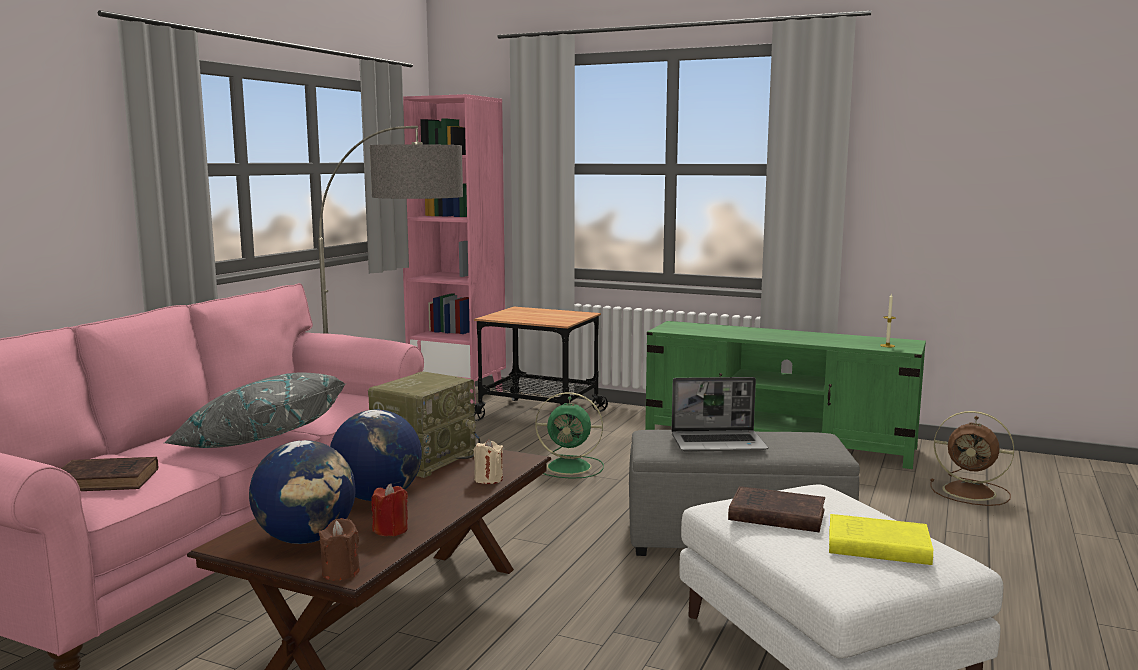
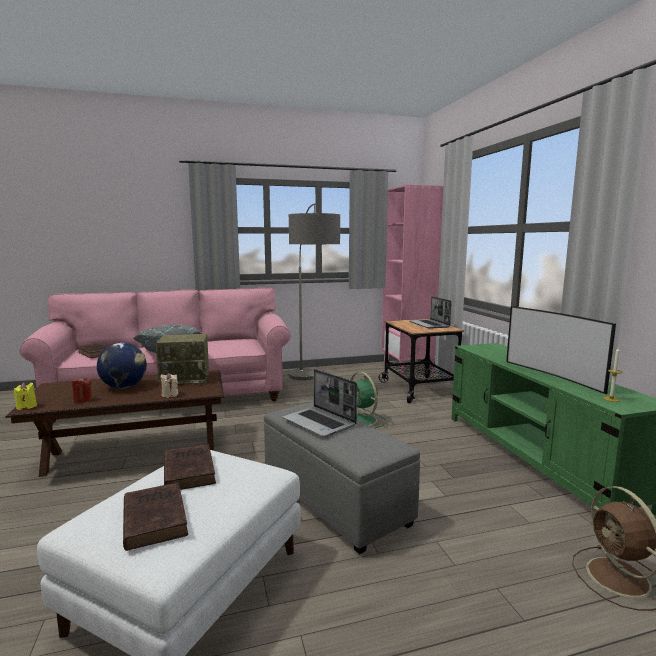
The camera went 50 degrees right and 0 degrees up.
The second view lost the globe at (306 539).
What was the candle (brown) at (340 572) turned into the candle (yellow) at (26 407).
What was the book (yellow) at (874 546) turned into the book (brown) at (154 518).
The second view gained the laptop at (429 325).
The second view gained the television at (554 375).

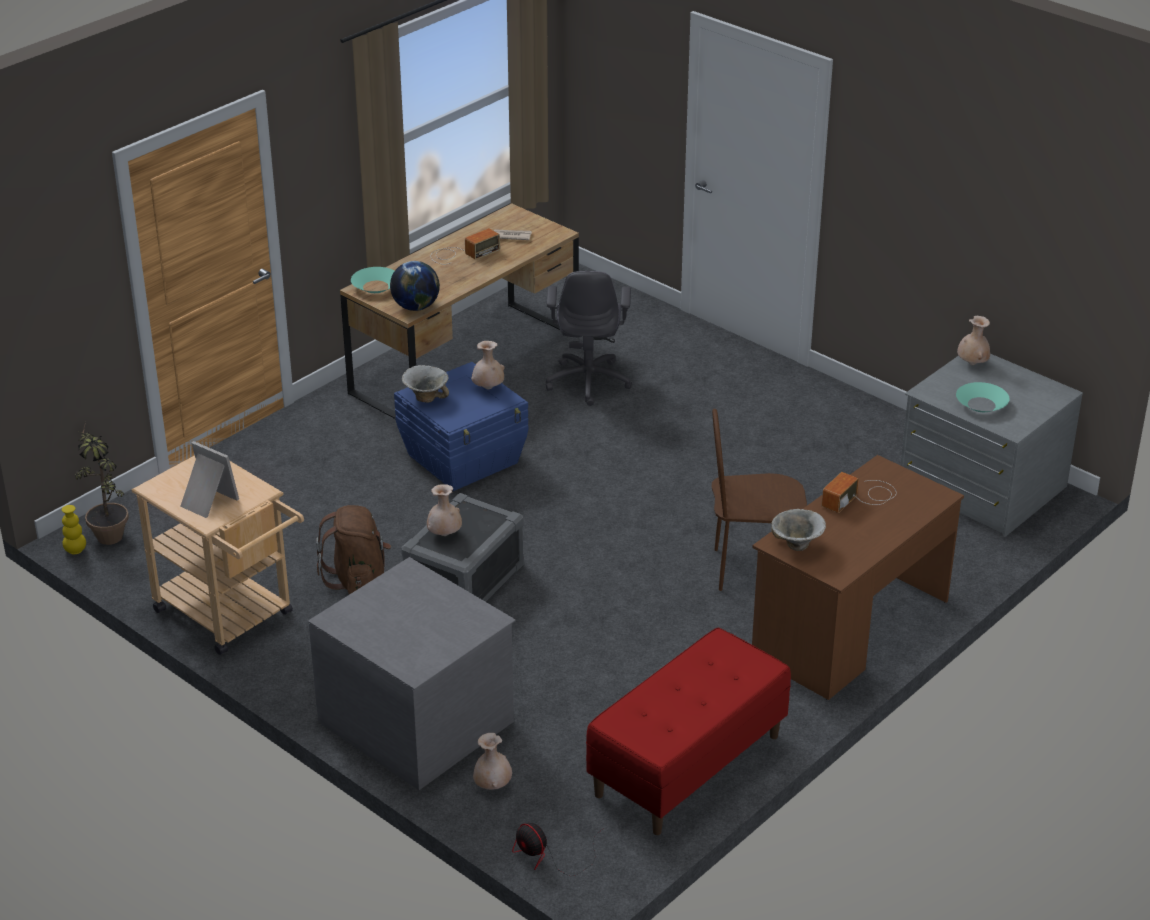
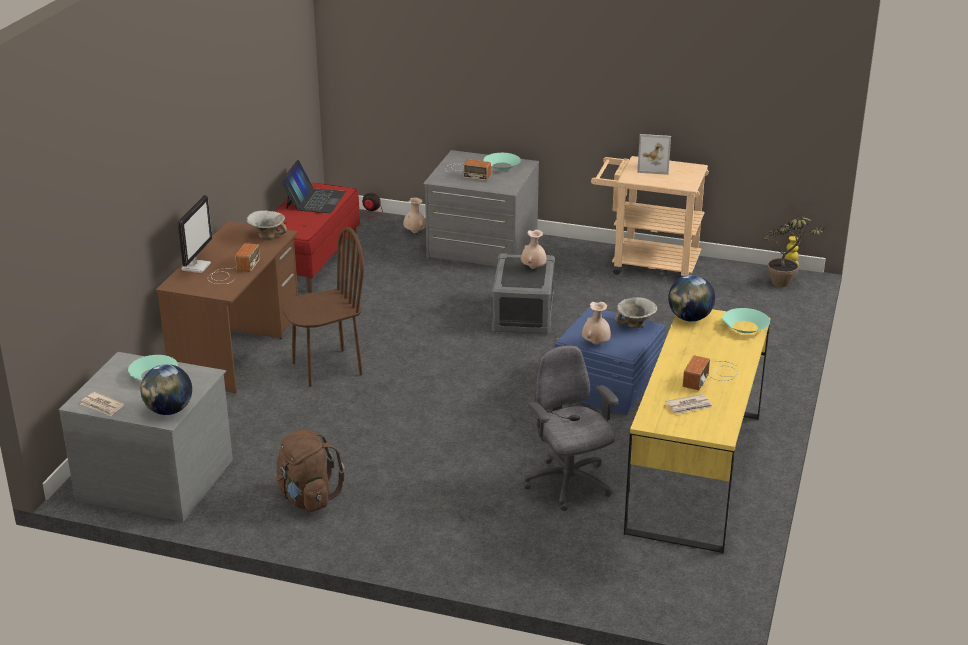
The camera went 155 degrees right and 5 degrees down.
The backpack (brown) ended up elsewhere, having gone from (358 580) to (307 498).
What was the desk (brown) at (466 363) turned into the desk (yellow) at (695 471).
Where the vase (beige) stood at (972 364), the globe came to stand at (169 411).
The second view gained the newspaper at (102 406).
The second view gained the monitor at (196 266).
The second view gained the laptop at (314 200).
The second view gained the radio at (467 172).
The second view gained the bowl (turquoise) at (501 166).

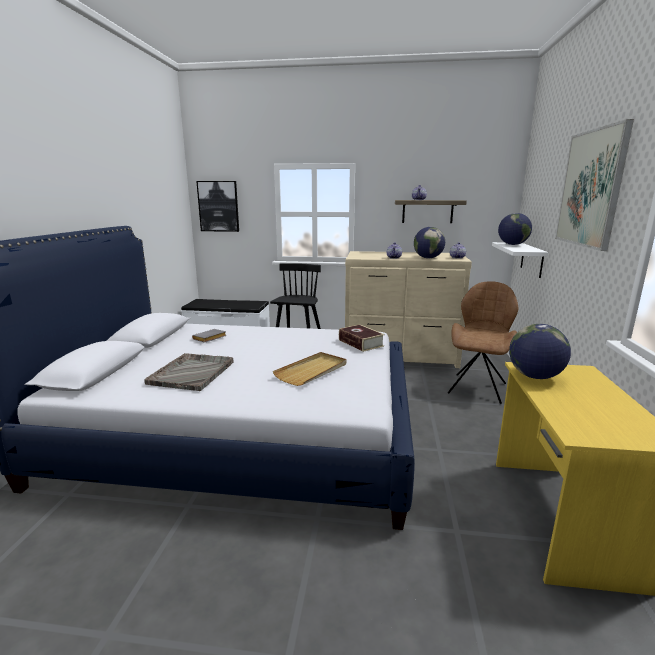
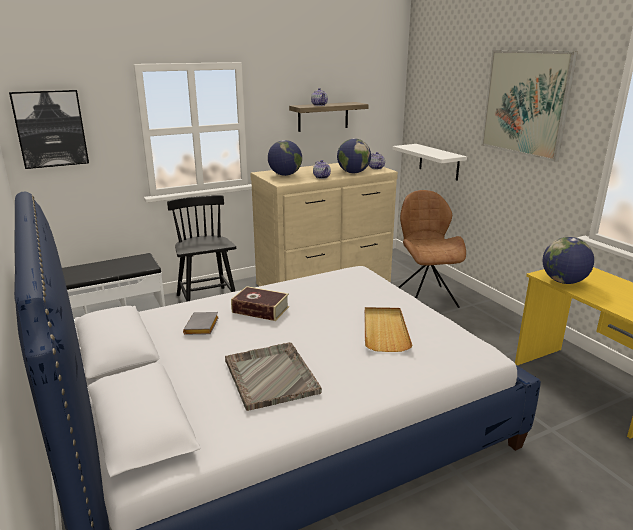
The camera went 35 degrees left and 5 degrees up.
The book ended up elsewhere, having gone from (360 343) to (260 310).
The globe ended up elsewhere, having gone from (512 244) to (285 175).

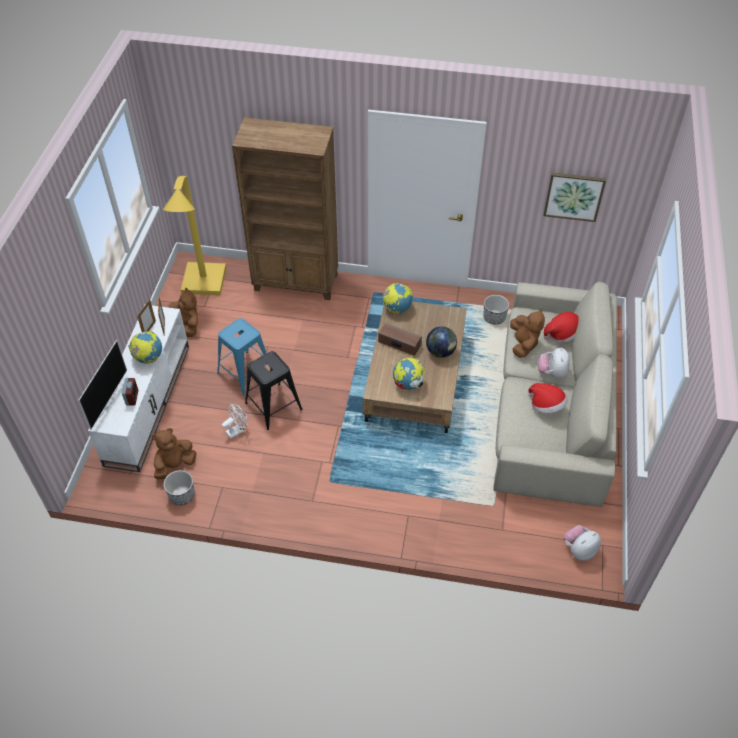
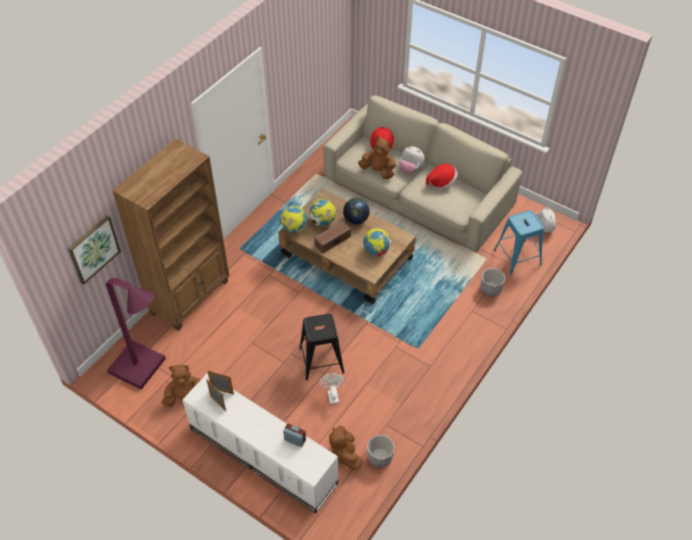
The camera went 65 degrees left and 0 degrees up.
The second view lost the television at (107 402).
The globe ended up elsewhere, having gone from (148 358) to (322 221).
What was the floor lamp (yellow) at (202 286) turned into the floor lamp (purple) at (143 369).
The stool (blue) ended up elsewhere, having gone from (245 372) to (517 257).
The planter ended up elsewhere, having gone from (494 318) to (491 289).
The picture ended up elsewhere, having gone from (574 196) to (93 249).

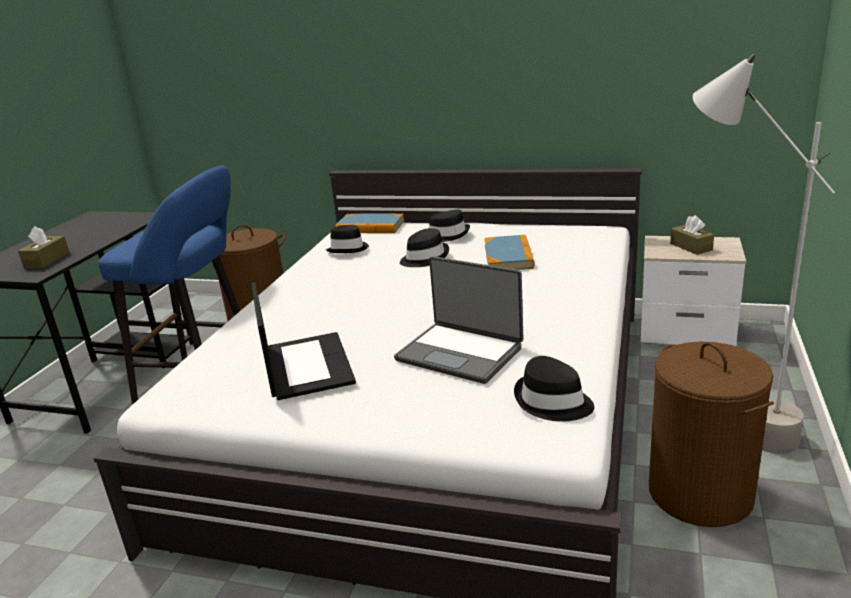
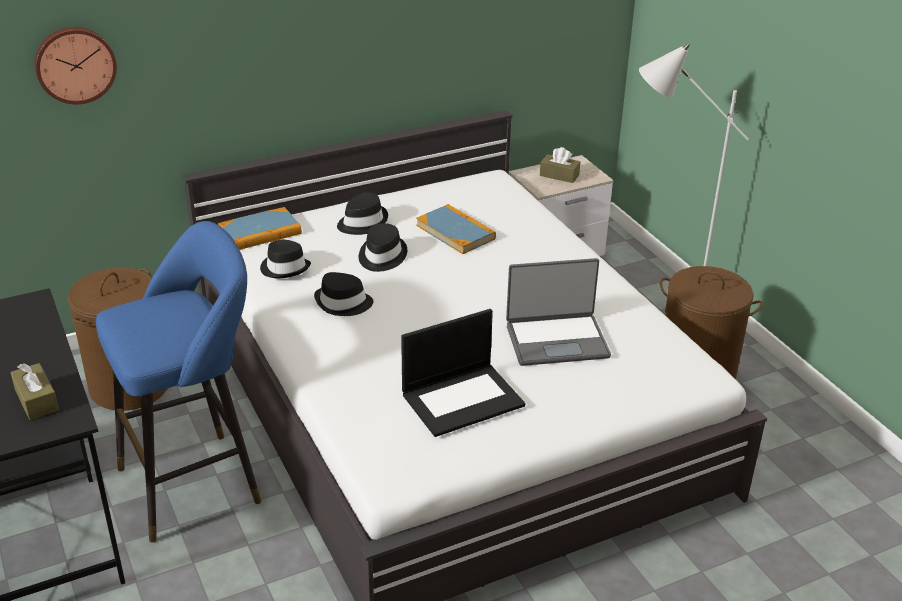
The camera went 45 degrees left and 10 degrees up.
The laptop at (306 365) ended up facing another way, 120 degrees clockwise from before.
The hat (black) ended up elsewhere, having gone from (552 402) to (343 303).
The second view gained the wall clock at (75 64).

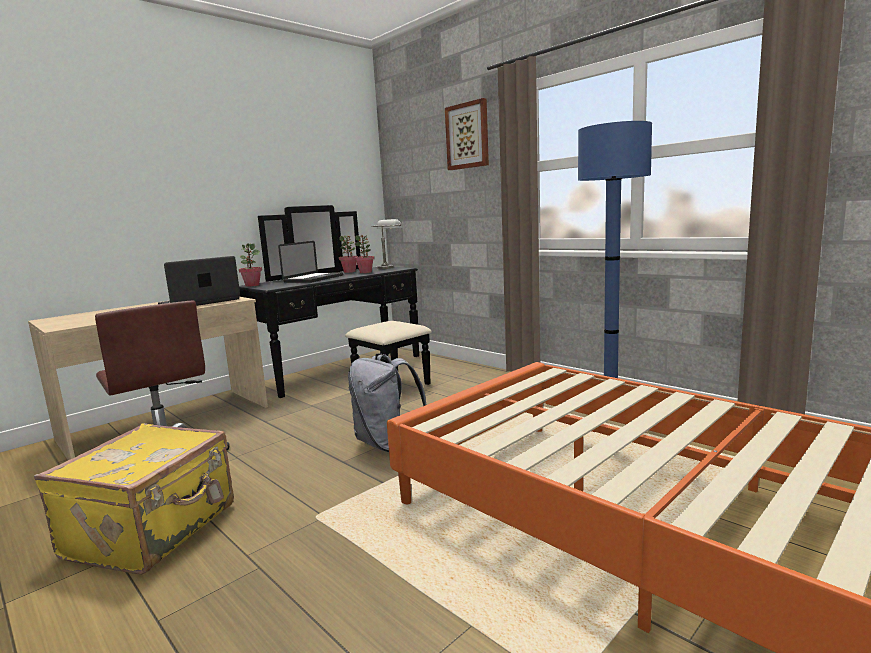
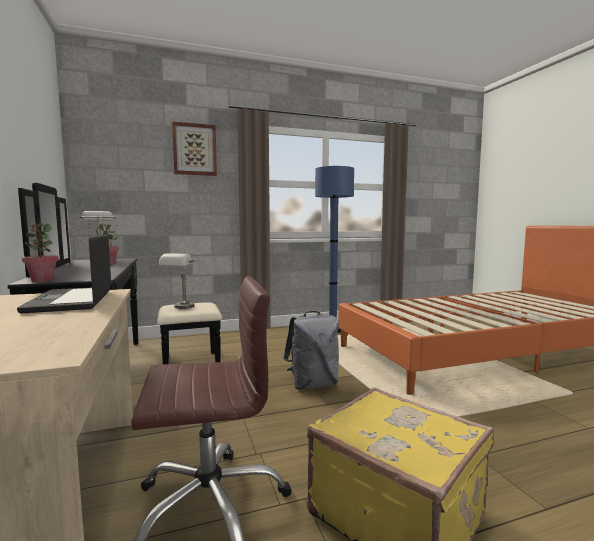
The camera went 65 degrees left and 5 degrees down.
The second view lost the laptop at (314 279).
The second view lost the potted plant at (349 272).
The second view gained the table lamp (grey) at (181 308).

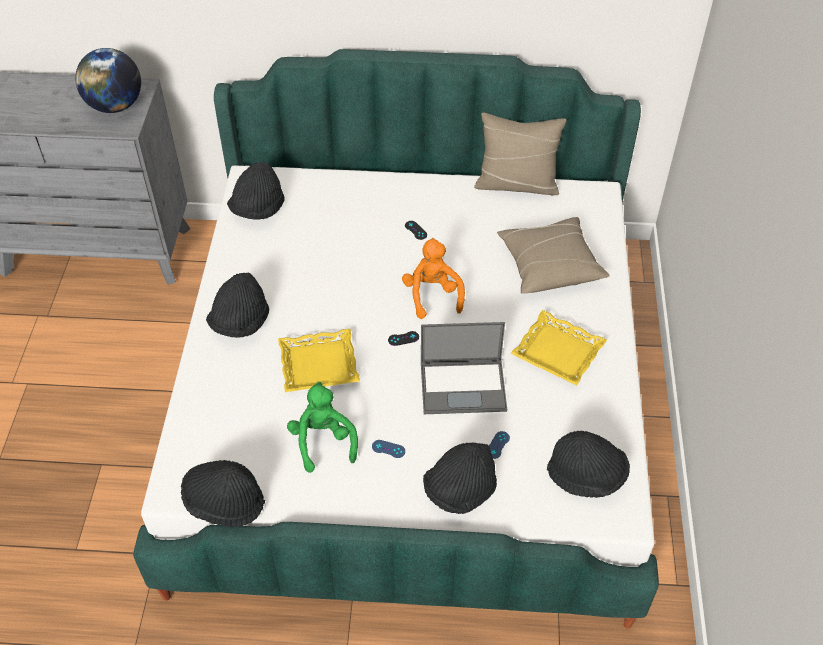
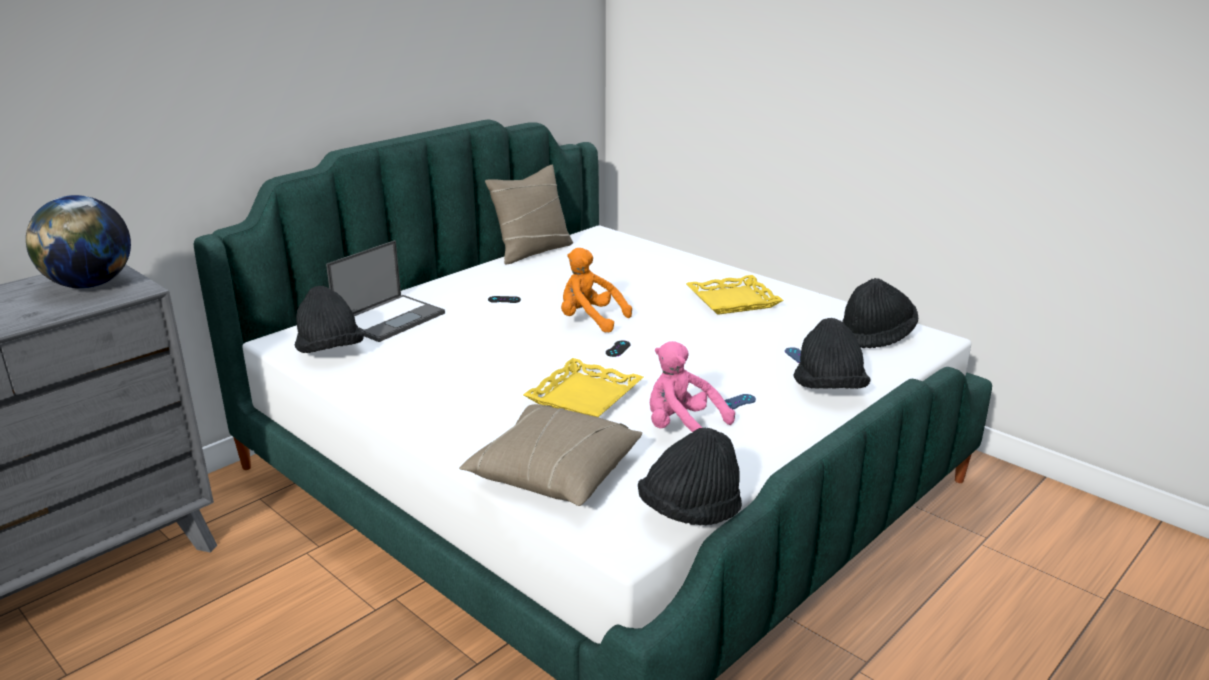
The camera went 50 degrees left and 25 degrees down.
The second view lost the hat (black) at (240 322).
What was the plush toy (green) at (323 441) turned into the plush toy (pink) at (683 429).
The laptop ended up elsewhere, having gone from (464 386) to (390 318).
The pillow (beige) ended up elsewhere, having gone from (549 265) to (554 473).

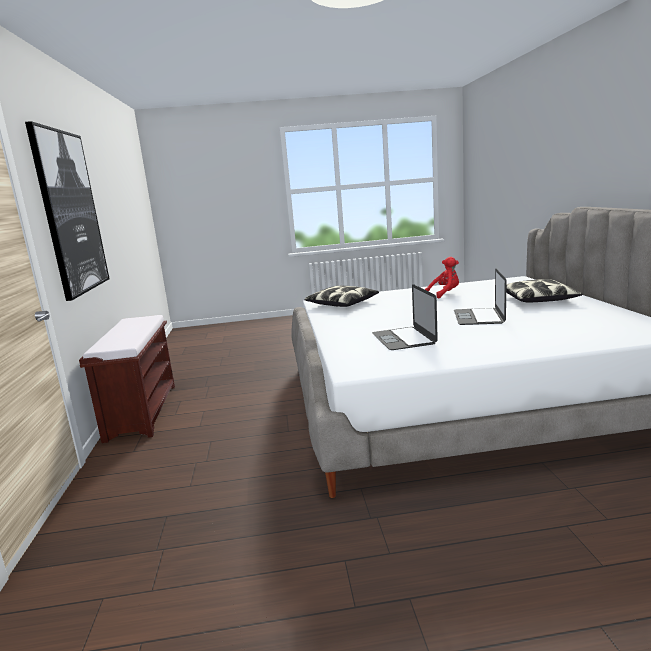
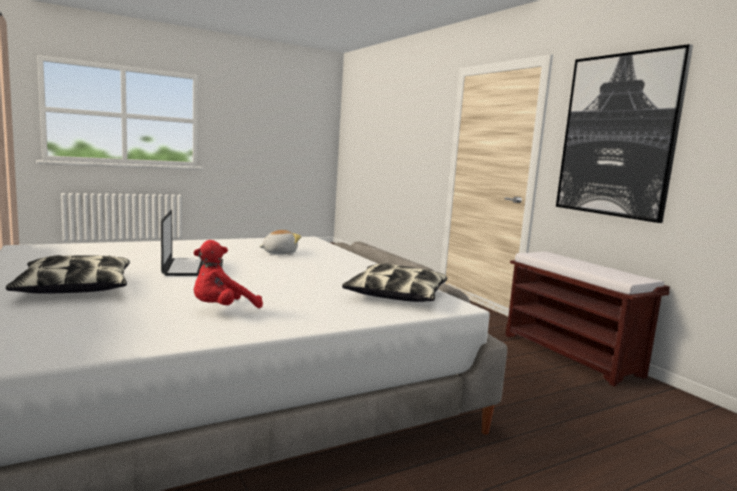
The camera went 155 degrees right and 5 degrees down.
Where the laptop stood at (403 338), the plush toy came to stand at (279 253).

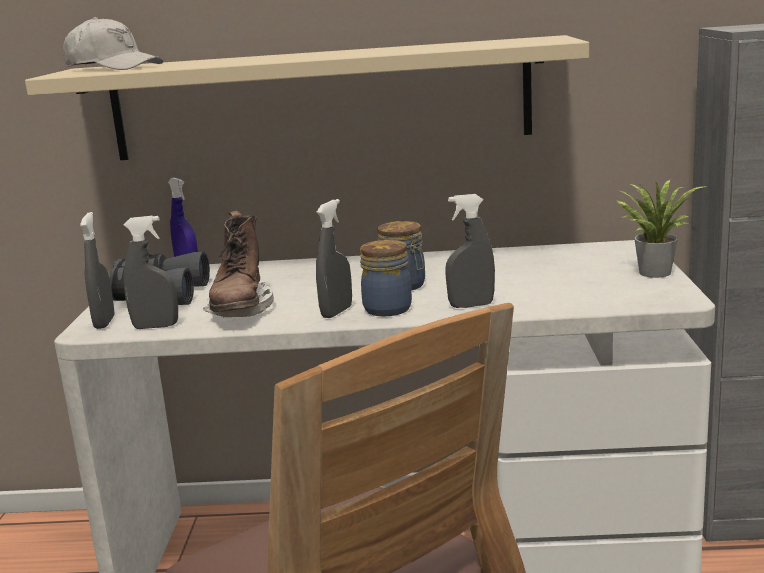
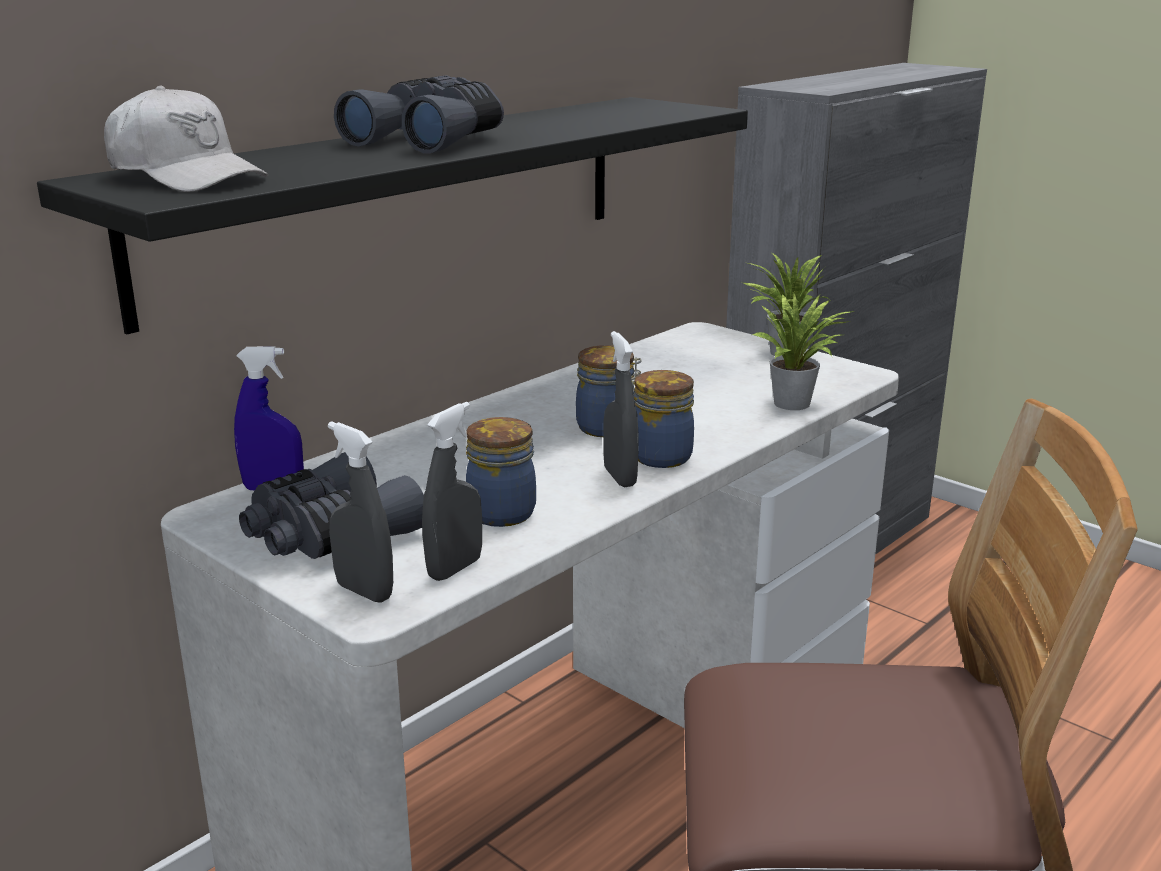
The camera went 50 degrees left and 5 degrees up.
What was the shelf (beige) at (320 100) turned into the shelf (black) at (399 199).
The cap (white) at (113 68) ended up facing another way, 60 degrees clockwise from before.
Where the boot (brown) stood at (240 310), the jar came to stand at (504 512).
The second view lost the spray bottle (grey) at (471 305).
The second view gained the binoculars (grey) at (431 140).
The second view gained the potted plant at (796 404).

